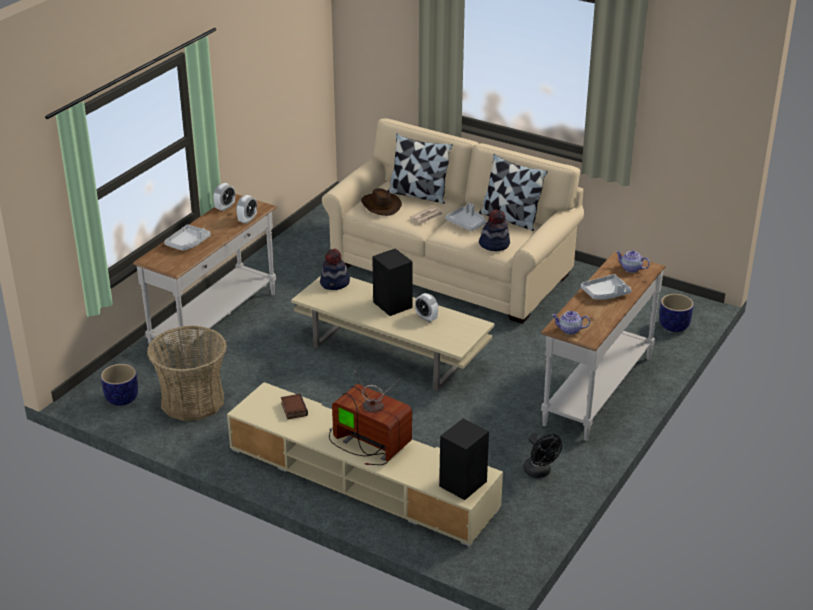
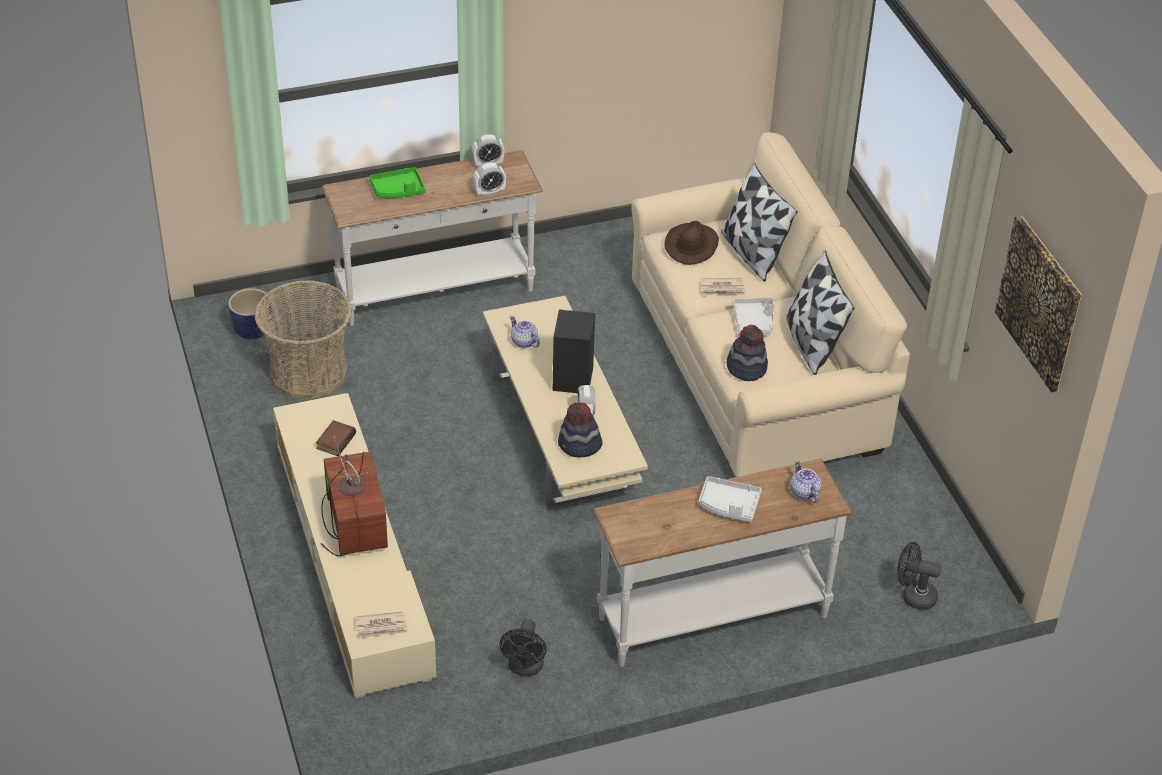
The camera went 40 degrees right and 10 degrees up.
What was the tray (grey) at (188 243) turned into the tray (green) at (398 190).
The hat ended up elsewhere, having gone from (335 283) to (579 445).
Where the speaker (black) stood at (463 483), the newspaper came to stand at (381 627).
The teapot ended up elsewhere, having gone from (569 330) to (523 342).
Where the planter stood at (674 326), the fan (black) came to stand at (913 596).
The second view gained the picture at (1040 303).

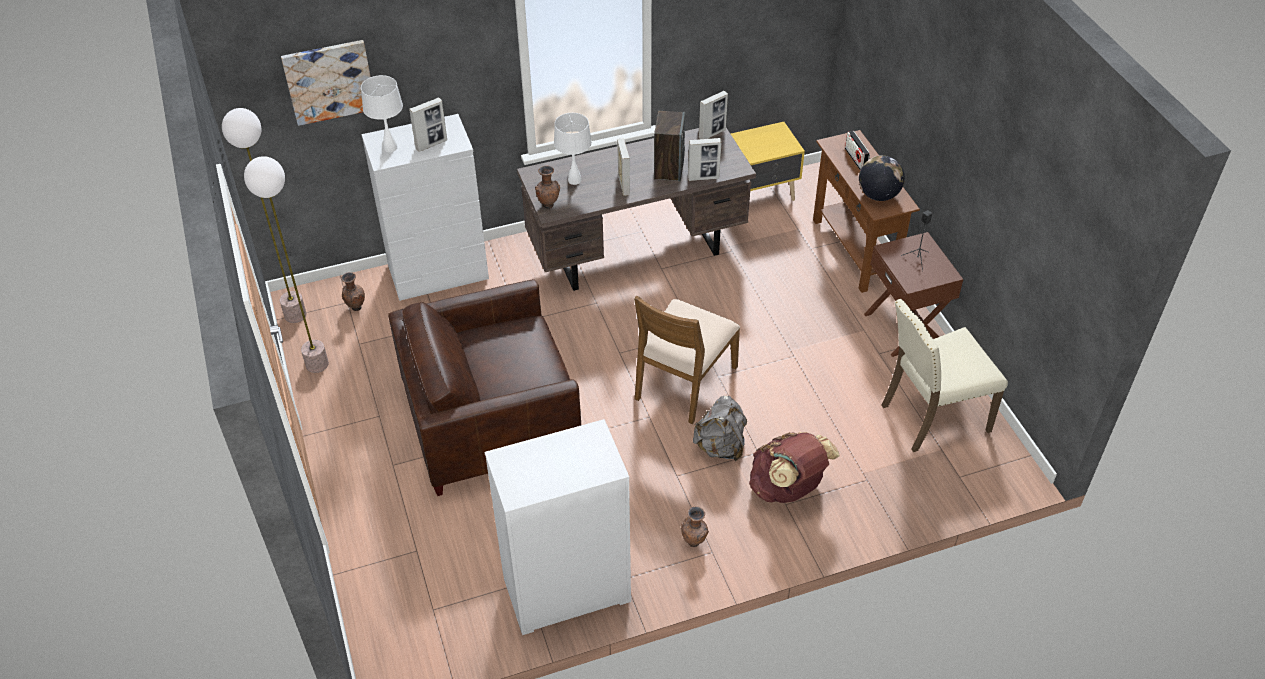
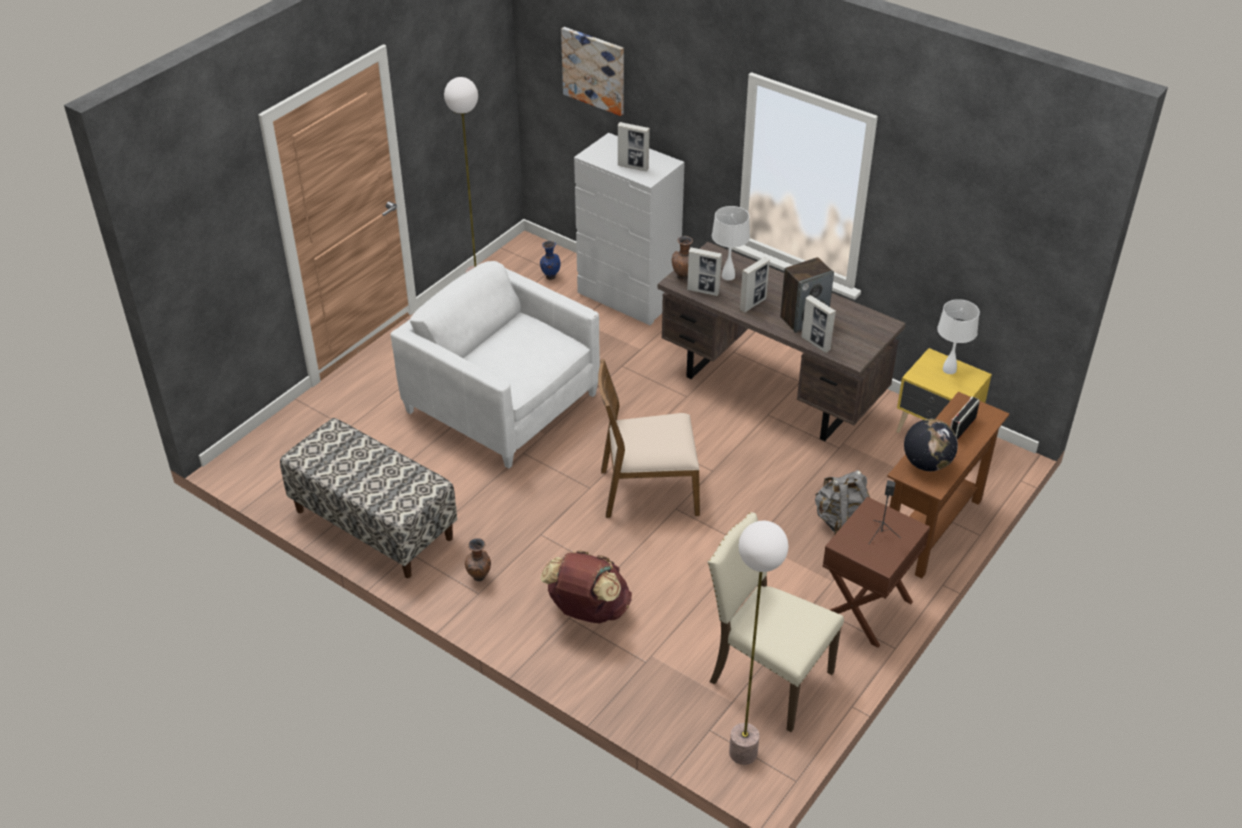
The camera went 55 degrees right and 5 degrees down.
The floor lamp ended up elsewhere, having gone from (295 315) to (743 753).
What was the vase (brown) at (355 307) turned into the vase (blue) at (550 276).
The table lamp (white) ended up elsewhere, having gone from (390 148) to (949 370).
What was the armchair (brown) at (491 422) turned into the armchair (white) at (502 403).
Where the dresser (white) stood at (565 590), the bench came to stand at (373 525).
The backpack (grey) ended up elsewhere, having gone from (720 447) to (841 521).
The picture frame ended up elsewhere, having gone from (712 134) to (703 291).

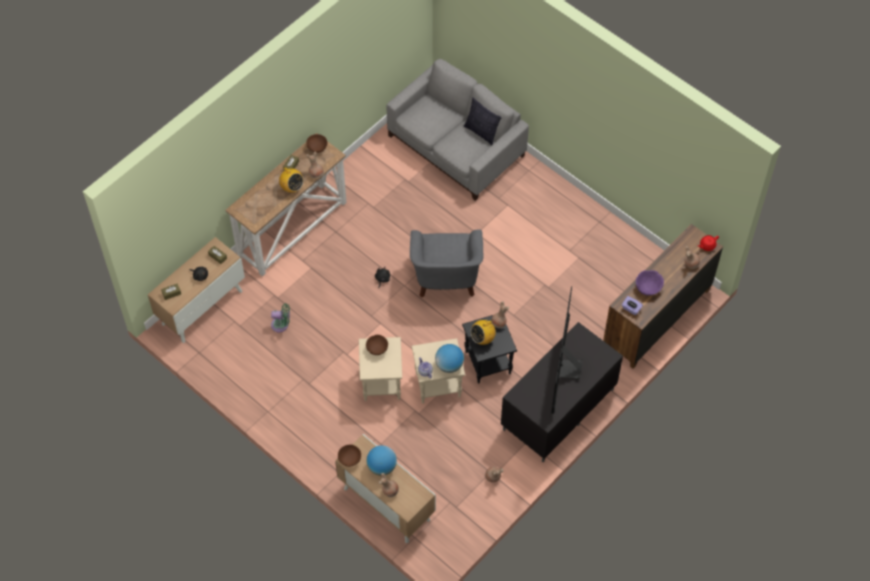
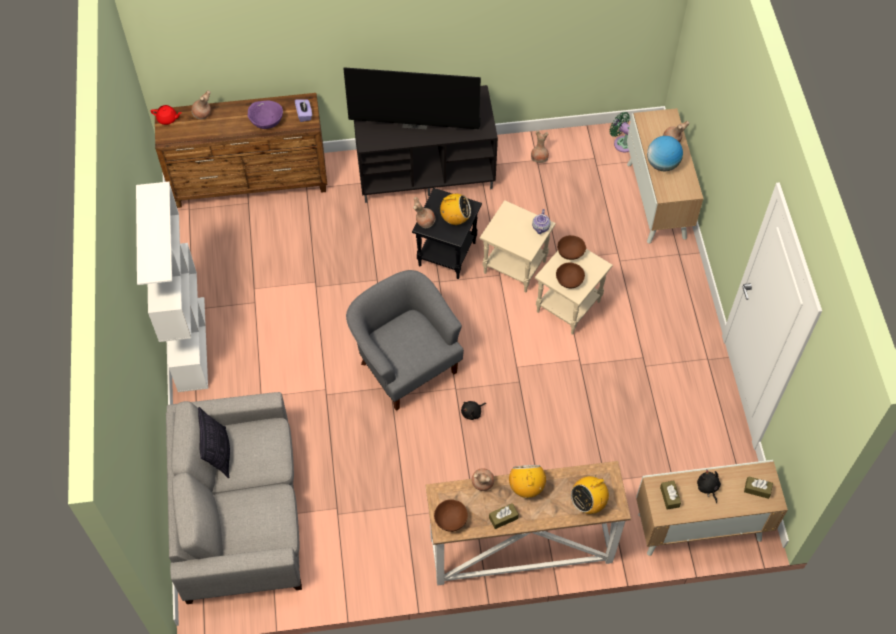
The camera went 140 degrees left and 0 degrees up.
The fan (green) ended up elsewhere, having gone from (281 325) to (622 143).
The bowl (brown) ended up elsewhere, having gone from (349 459) to (570 253).
The armchair (grey) at (446 278) ended up facing another way, 75 degrees counterclockwise from before.
The second view lost the globe at (449 365).
The television at (565 369) ended up facing another way, 45 degrees clockwise from before.
The second view gained the bookcase (white) at (190 343).
The second view gained the radio at (588 502).

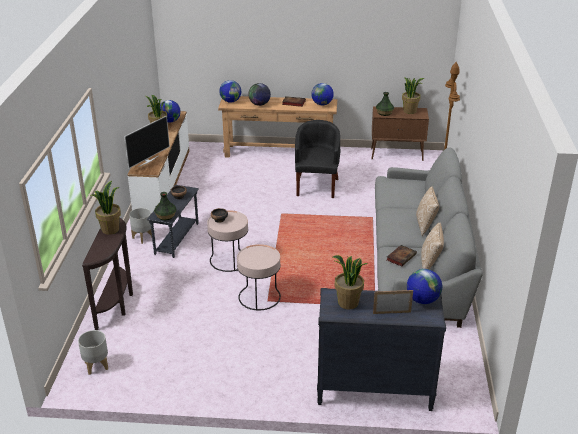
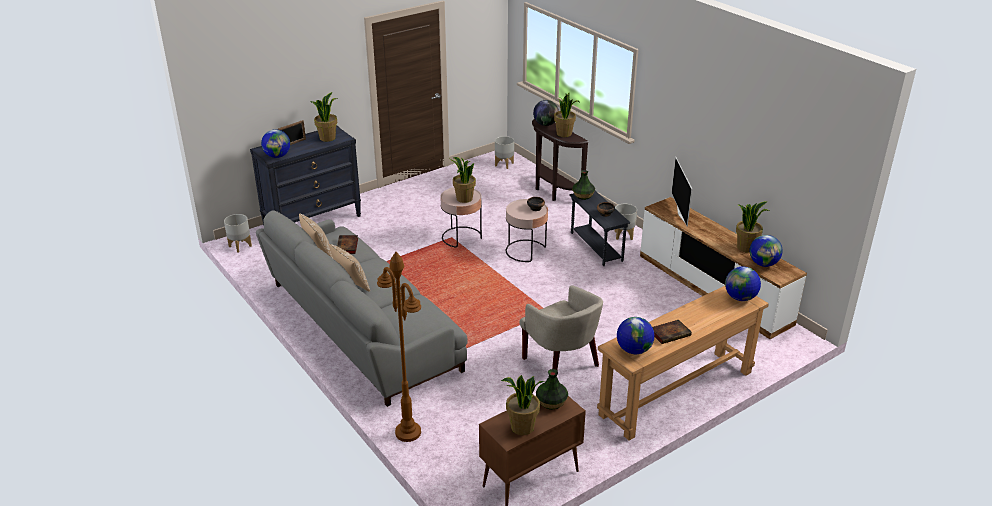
The camera went 140 degrees right and 0 degrees up.
The globe ended up elsewhere, having gone from (259 104) to (545 124).
What was the armchair (black) at (316 186) turned into the armchair (beige) at (561 365).
The second view gained the planter (grey) at (240 246).
The second view gained the potted plant at (464 199).

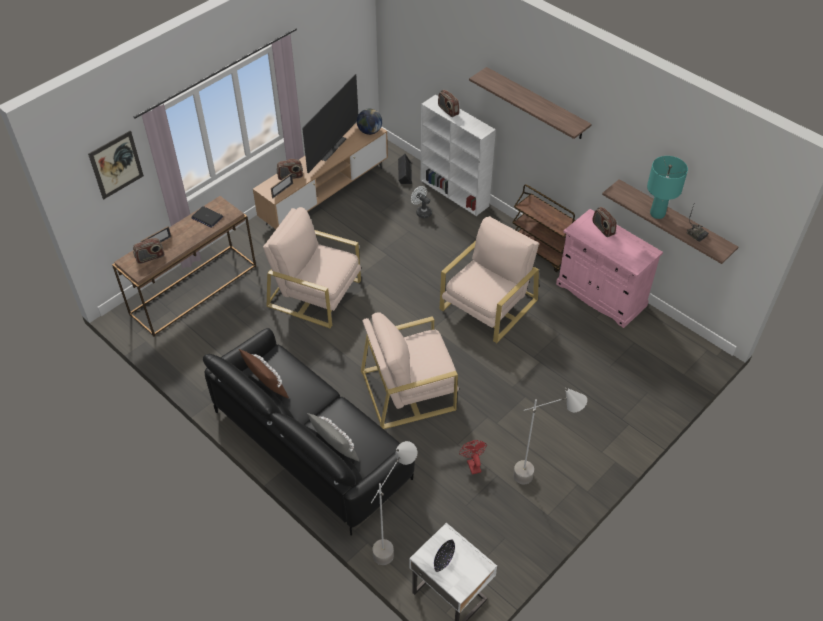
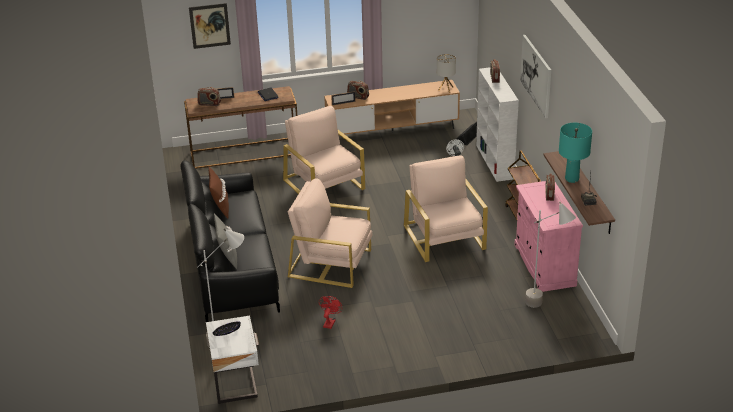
The camera went 35 degrees right and 15 degrees down.
The second view lost the television at (333 149).
Where the globe stood at (369 131), the table lamp came to stand at (445 89).
The armchair (beige) at (488 305) ended up facing another way, 90 degrees counterclockwise from before.
Where the shelf hung at (536 103), the picture came to hang at (536 75).
The floor lamp (grey) ended up elsewhere, having gone from (539 477) to (545 308).

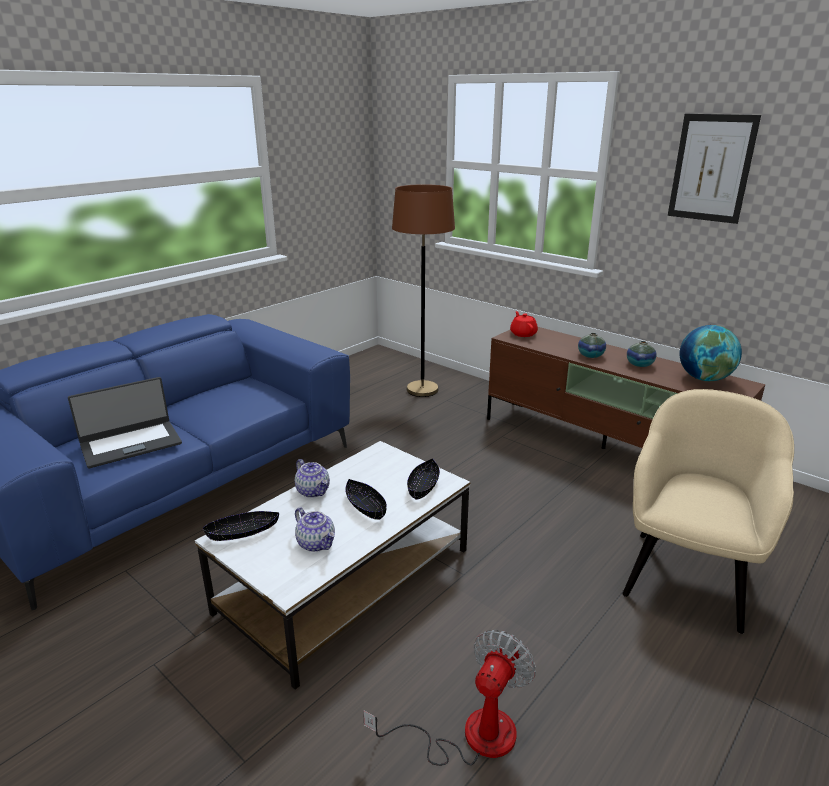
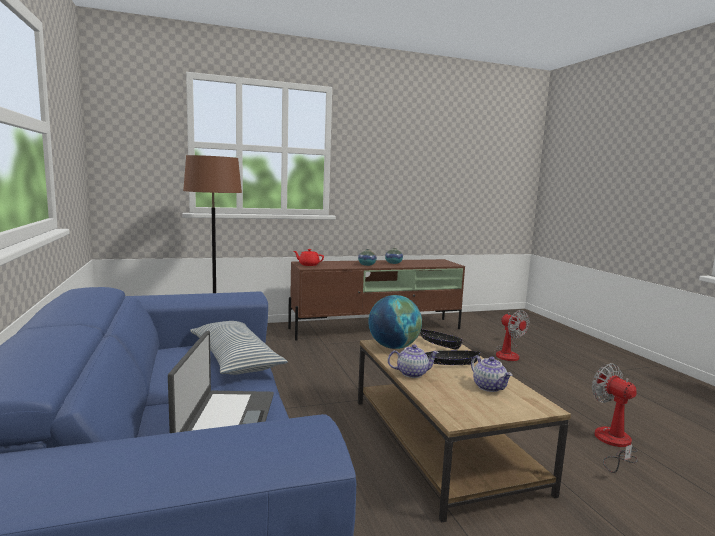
The camera went 60 degrees left and 15 degrees down.
What was the coffee table (white) at (347 578) turned into the coffee table (brown) at (440 441).
The second view lost the bowl (black) at (243 533).
The teapot at (316 543) ended up facing another way, 75 degrees clockwise from before.
Where the armchair (beige) stood at (687 576), the fan came to stand at (508 354).
The second view lost the picture at (711 168).
The globe ended up elsewhere, having gone from (704 378) to (393 347).
The second view gained the pillow at (234 359).

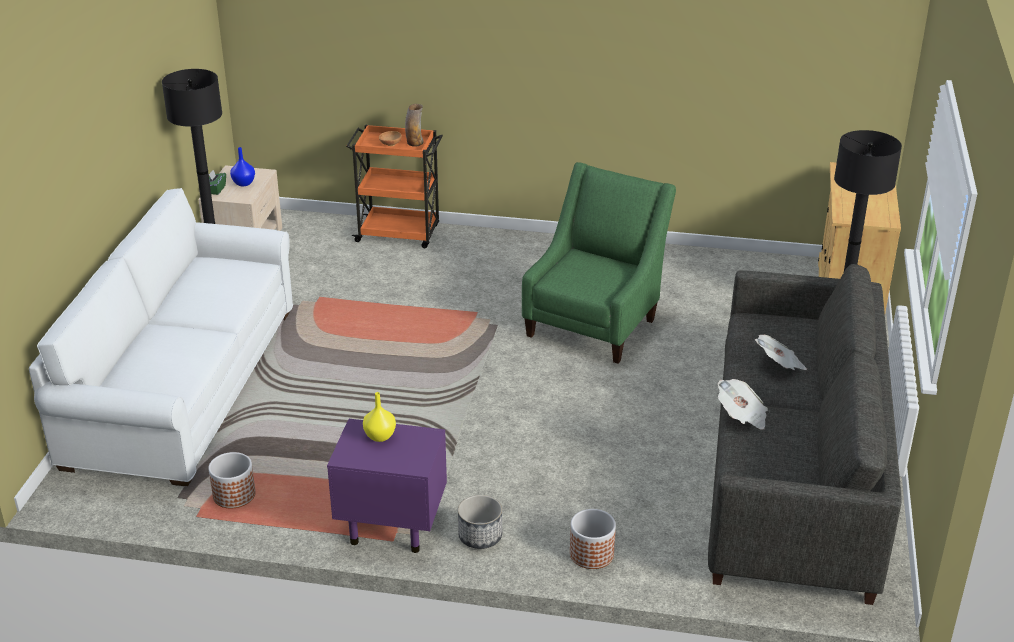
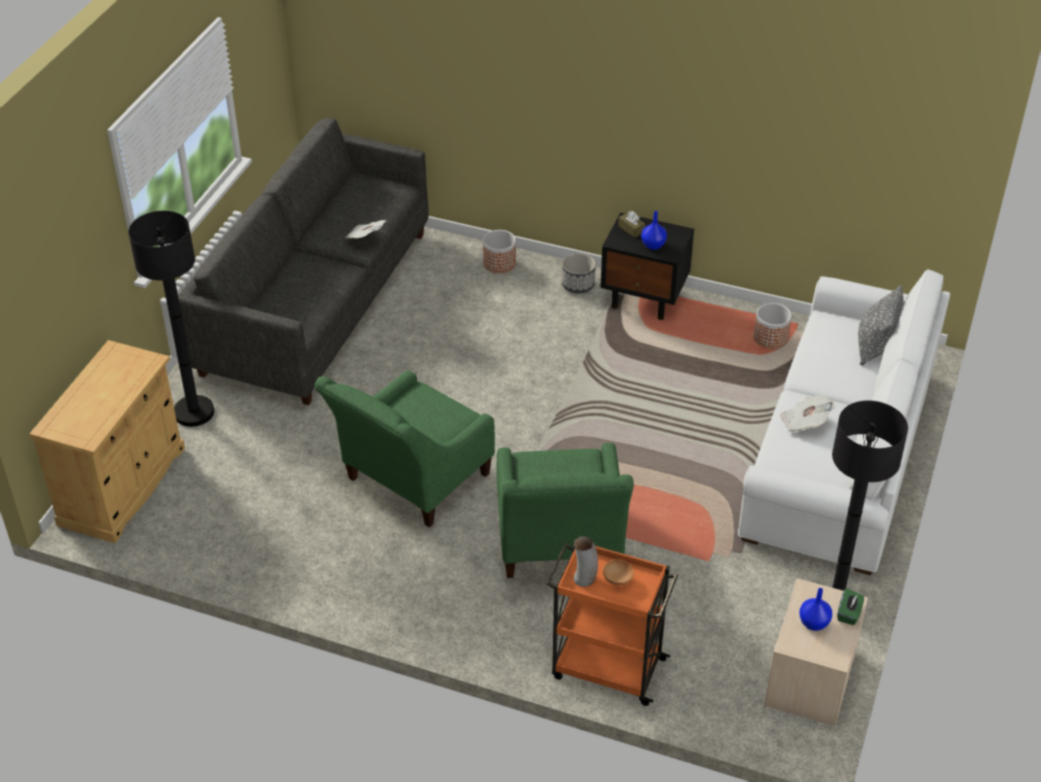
The camera went 170 degrees left and 10 degrees up.
What was the nightstand (purple) at (390 526) turned into the nightstand (black) at (645 299).
What was the vase (yellow) at (379 436) turned into the vase (blue) at (653 245).
The newspaper ended up elsewhere, having gone from (779 365) to (804 422).
The second view gained the armchair (green) at (559 547).
The second view gained the tissue box (brown) at (631 229).
The second view gained the pillow (grey) at (875 347).

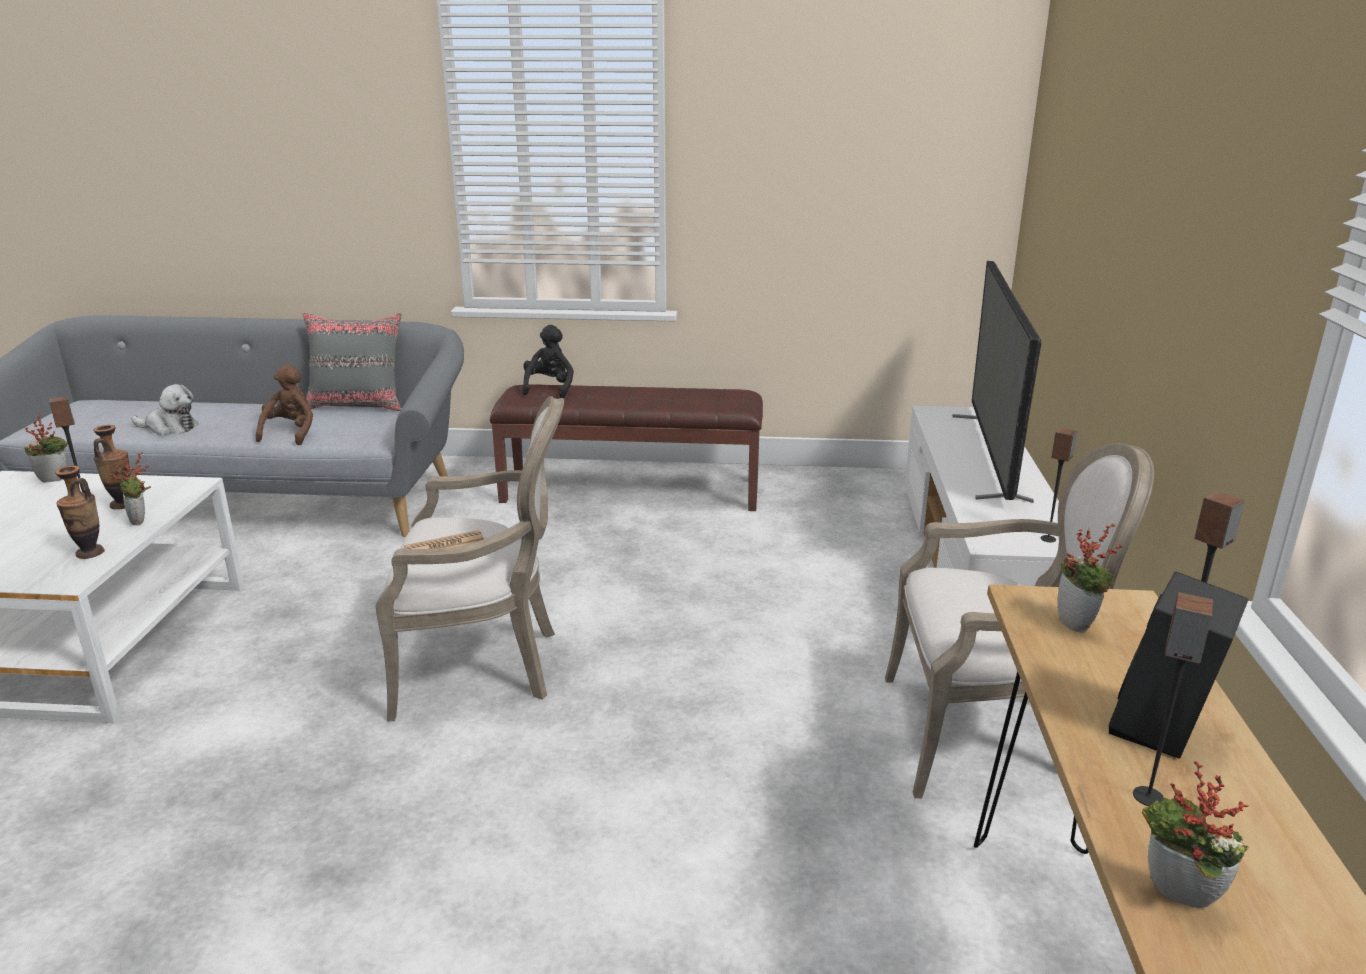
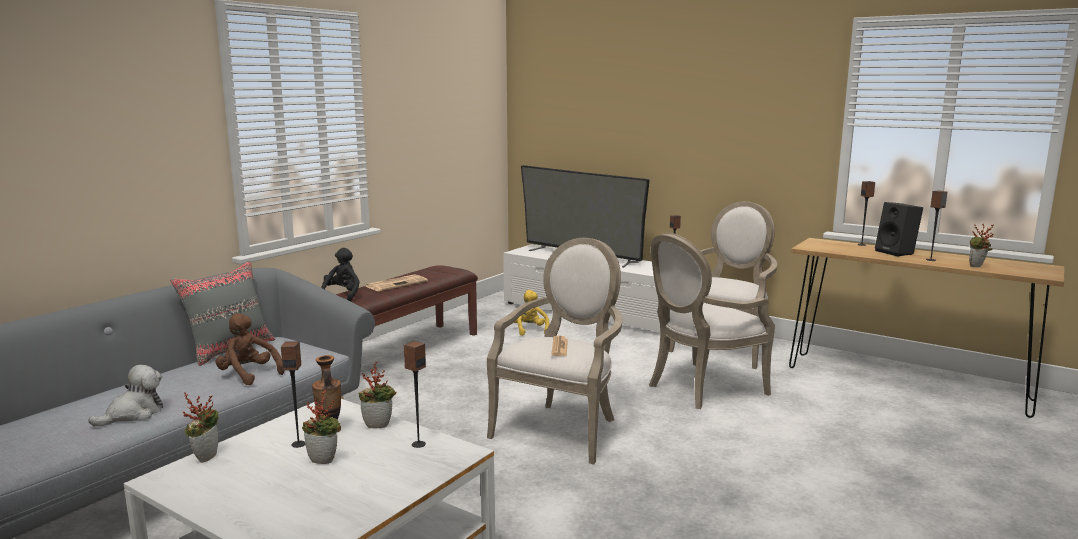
The camera went 60 degrees left and 10 degrees down.
Where the vase stood at (90 553), the speaker came to stand at (418 444).
The plush toy (black) at (549 388) ended up facing another way, 60 degrees clockwise from before.
The potted plant ended up elsewhere, having gone from (1078 625) to (325 459).
The second view gained the newspaper at (397 284).
The second view gained the plush toy (yellow) at (530 330).
The second view gained the armchair at (699 388).

